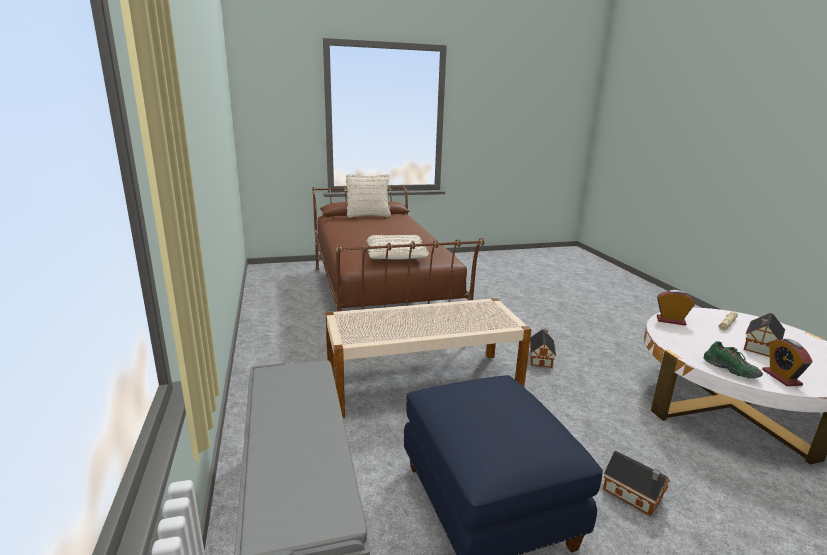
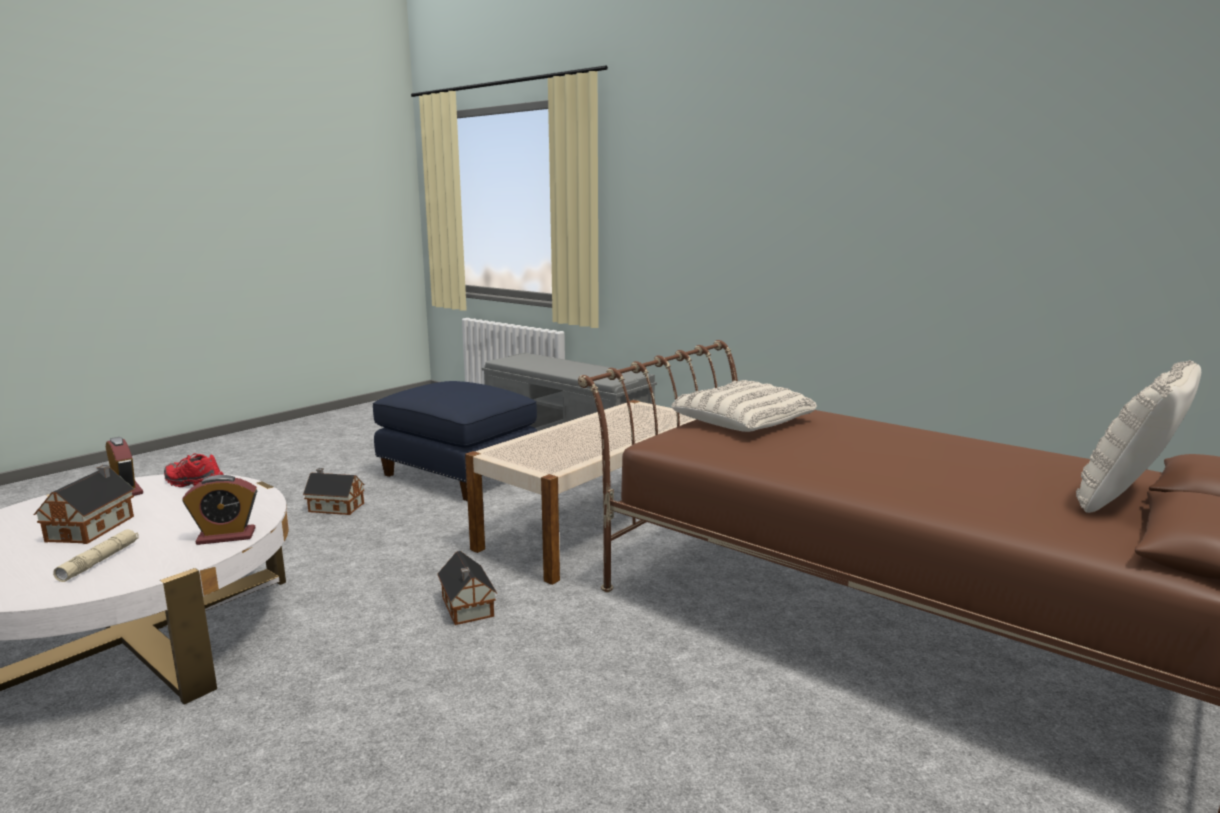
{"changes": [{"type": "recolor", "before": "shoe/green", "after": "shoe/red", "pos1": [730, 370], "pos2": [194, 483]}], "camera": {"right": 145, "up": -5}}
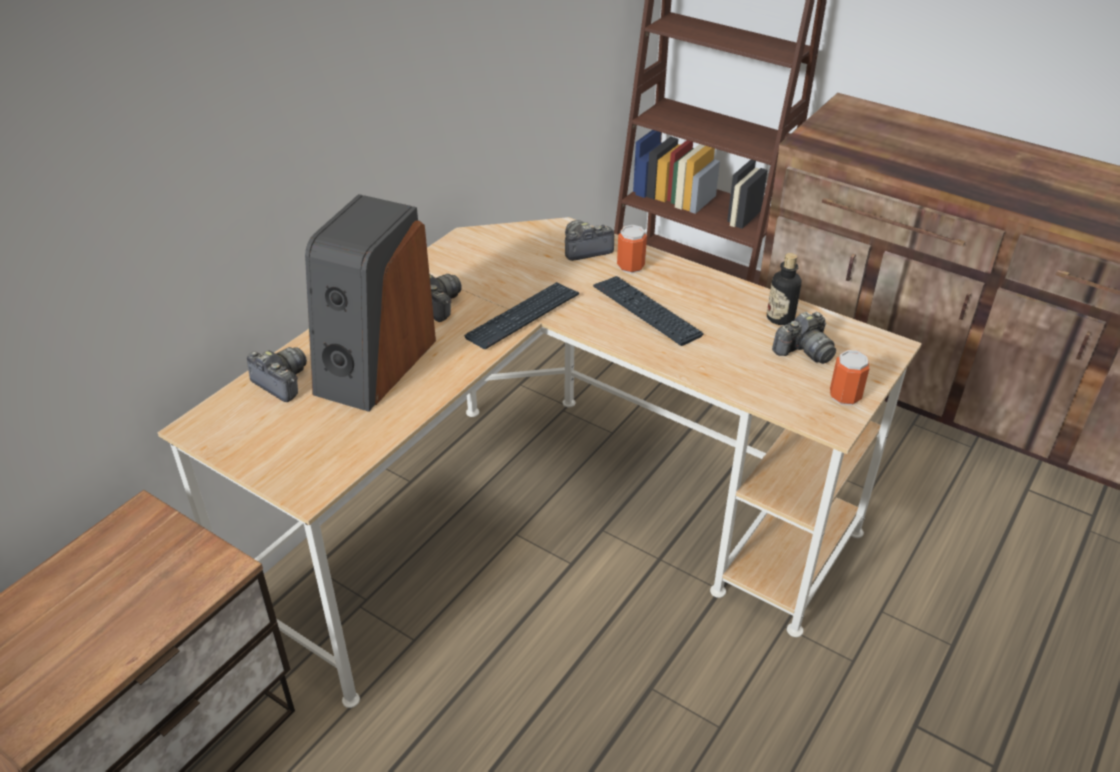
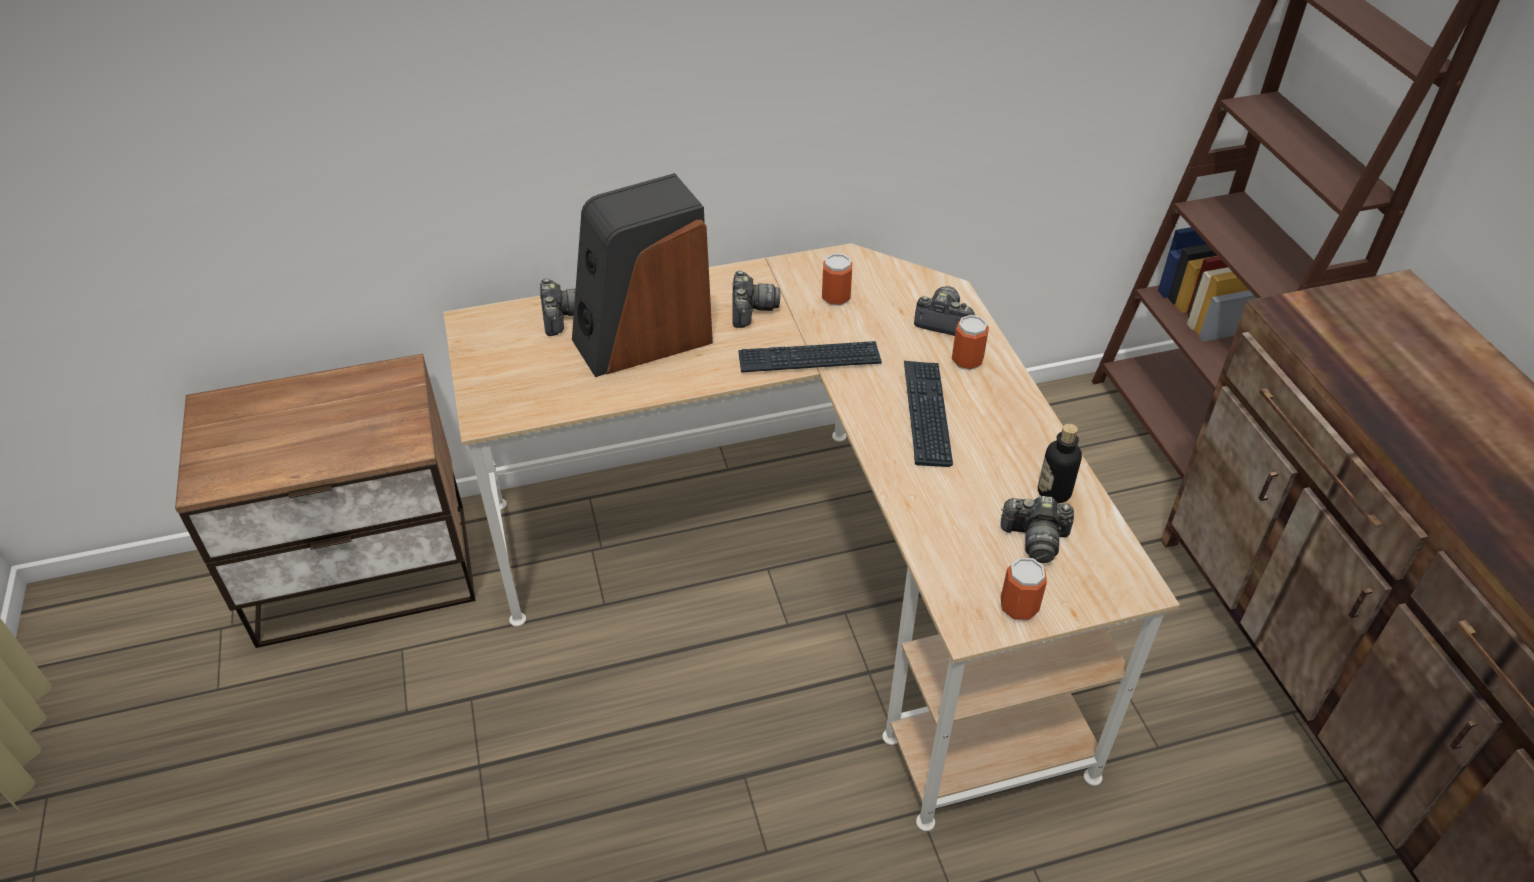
{"changes": [{"type": "insert", "after": "can", "pos2": [836, 297]}], "camera": {"right": 40, "up": 5}}
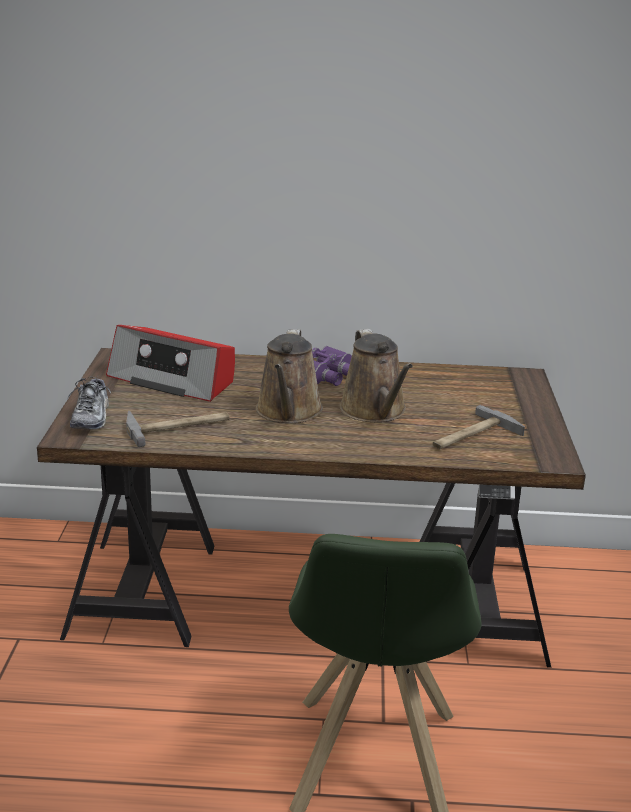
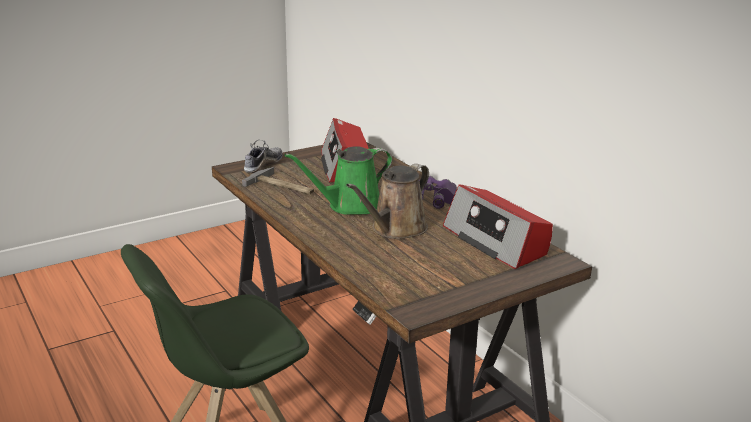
{"changes": [{"type": "rotate", "before": "shoe", "pos1": [91, 418], "pos2": [263, 165], "turn": 150}, {"type": "recolor", "before": "watering can/brown", "after": "watering can/green", "pos1": [288, 412], "pos2": [350, 206]}, {"type": "delete", "before": "hammer", "pos1": [472, 436]}, {"type": "insert", "after": "radio", "pos2": [496, 241]}], "camera": {"right": 55, "up": 0}}
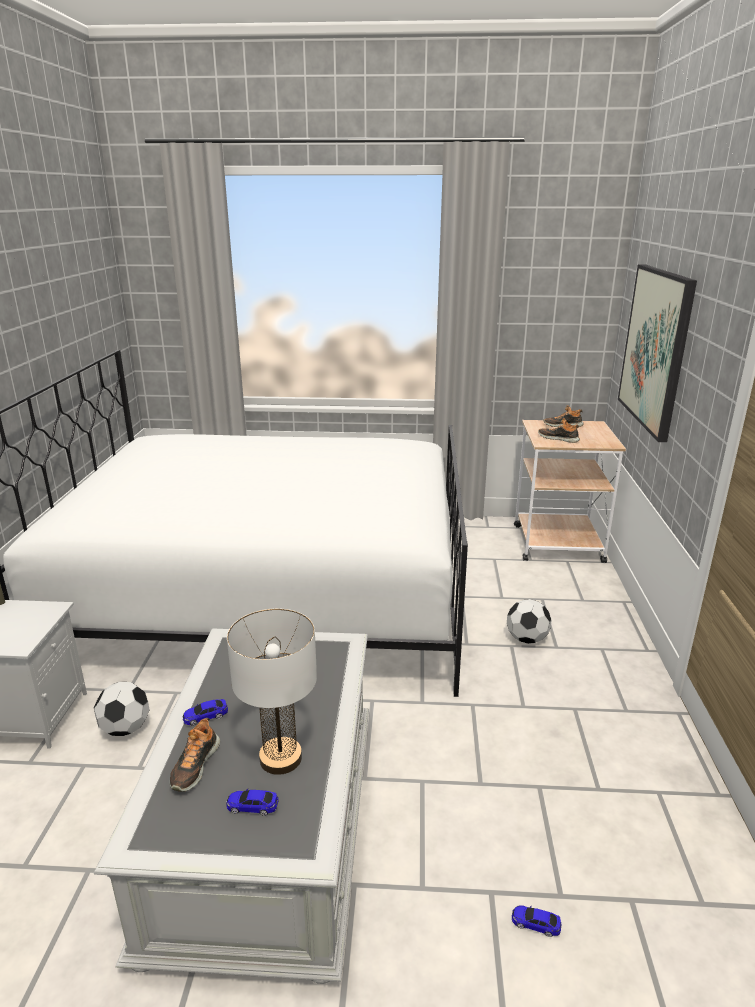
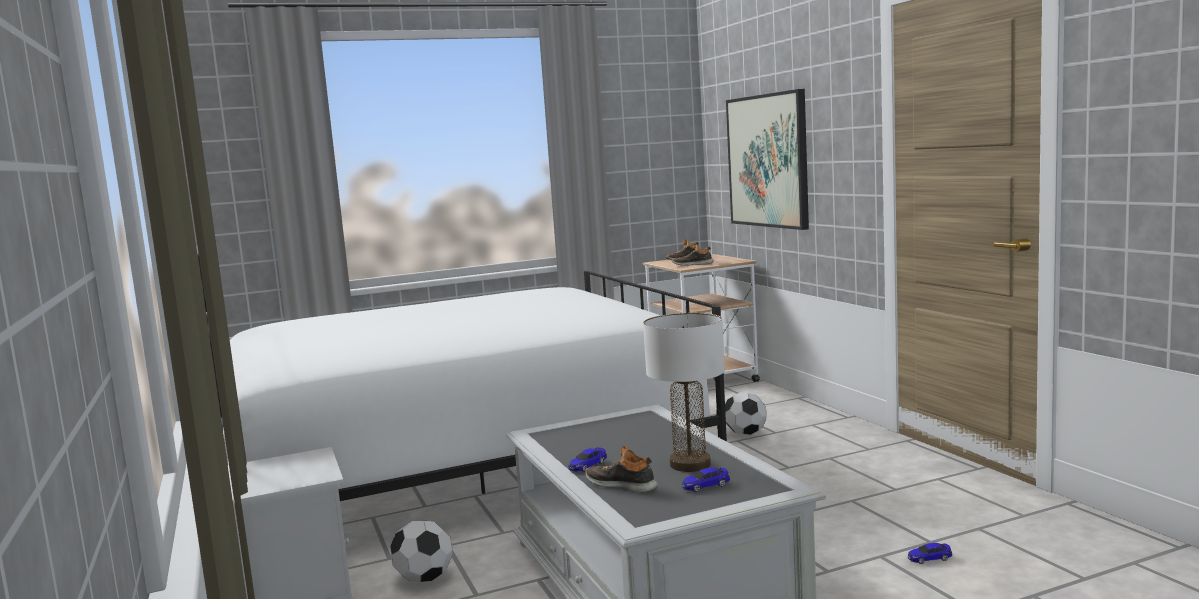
{"changes": [{"type": "rotate", "before": "shoe", "pos1": [194, 765], "pos2": [622, 485], "turn": 135}], "camera": {"right": -25, "up": -15}}
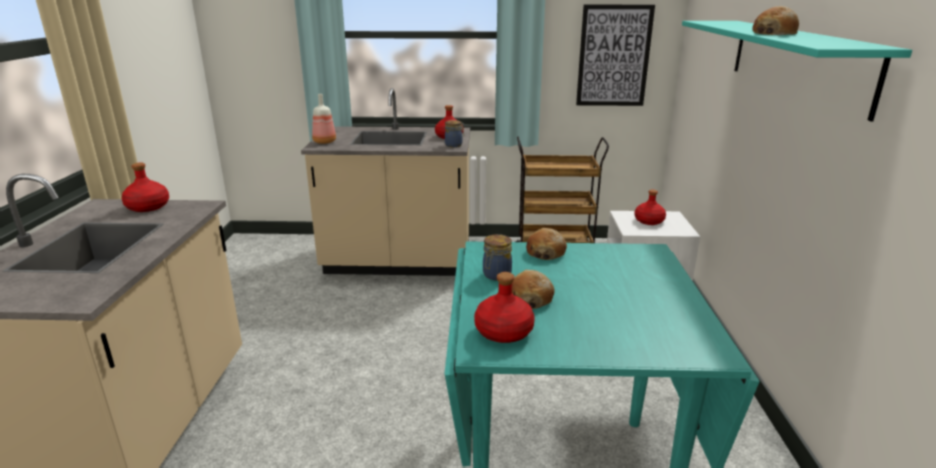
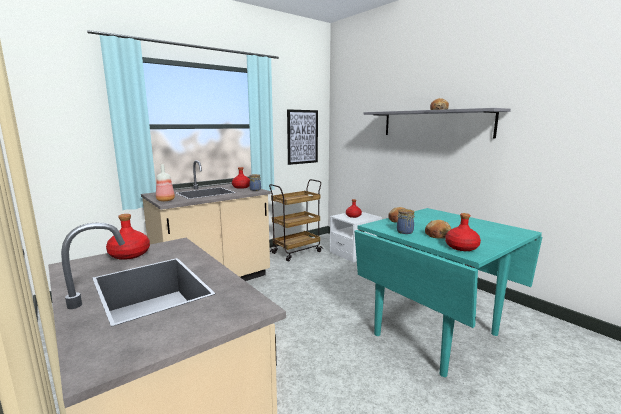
{"changes": [{"type": "recolor", "before": "shelf/turquoise", "after": "shelf/grey", "pos1": [796, 61], "pos2": [434, 123]}], "camera": {"right": -40, "up": -10}}
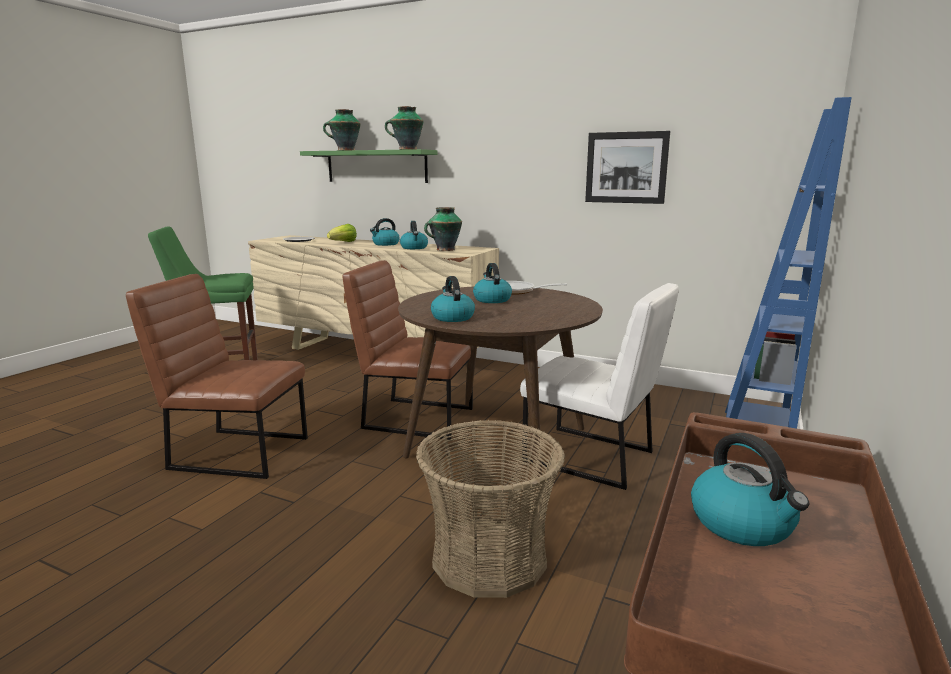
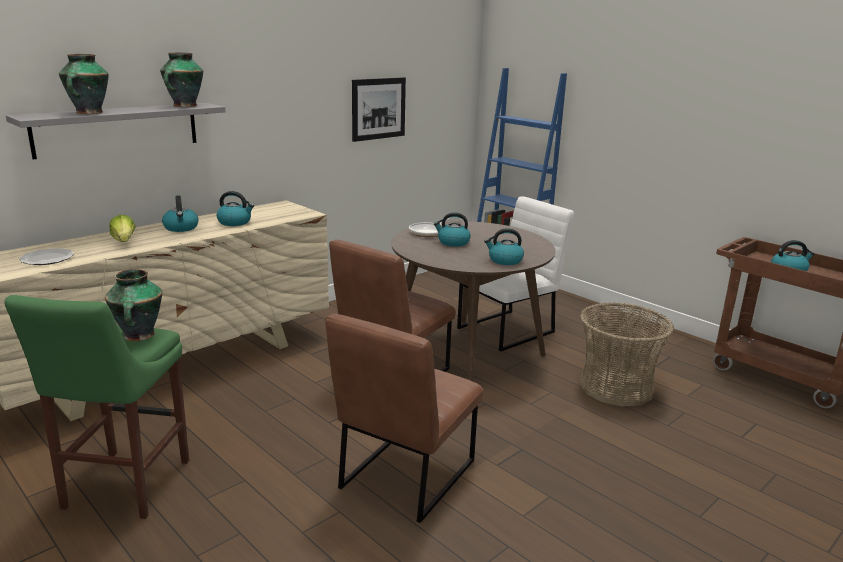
{"changes": [{"type": "recolor", "before": "shelf/green", "after": "shelf/grey", "pos1": [376, 166], "pos2": [117, 129]}, {"type": "move", "before": "vase", "pos1": [444, 250], "pos2": [138, 336]}], "camera": {"right": -70, "up": 5}}
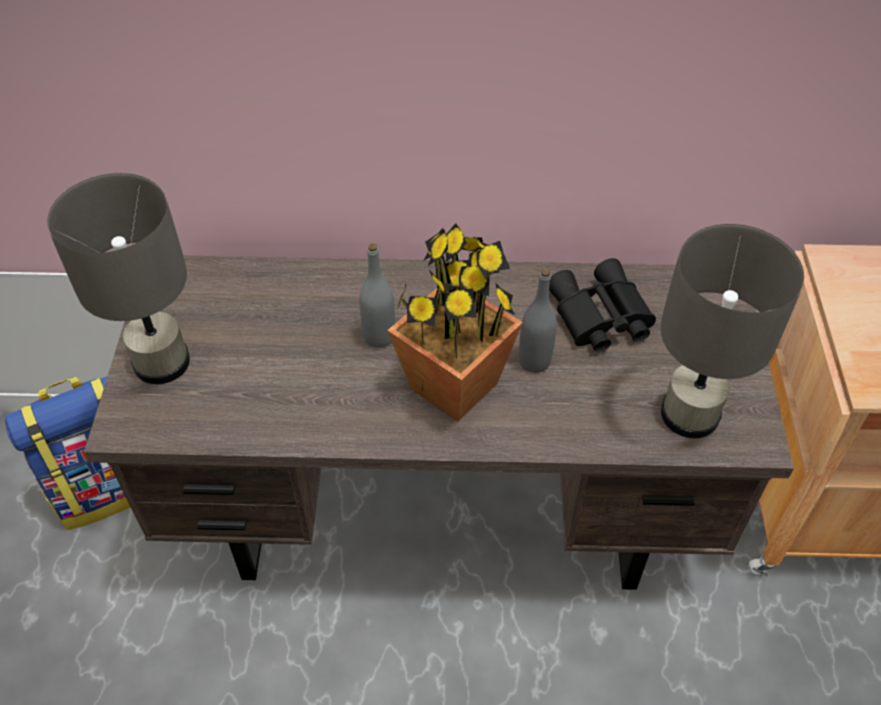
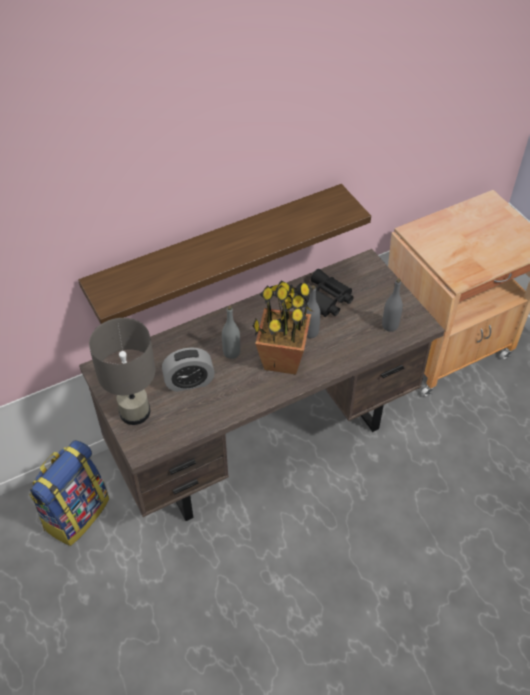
{"changes": [{"type": "replace", "before": "table lamp/grey", "after": "bottle/grey", "pos1": [689, 413], "pos2": [390, 326]}, {"type": "insert", "after": "shelf", "pos2": [218, 249]}, {"type": "insert", "after": "alarm clock", "pos2": [189, 382]}], "camera": {"right": -30, "up": 0}}
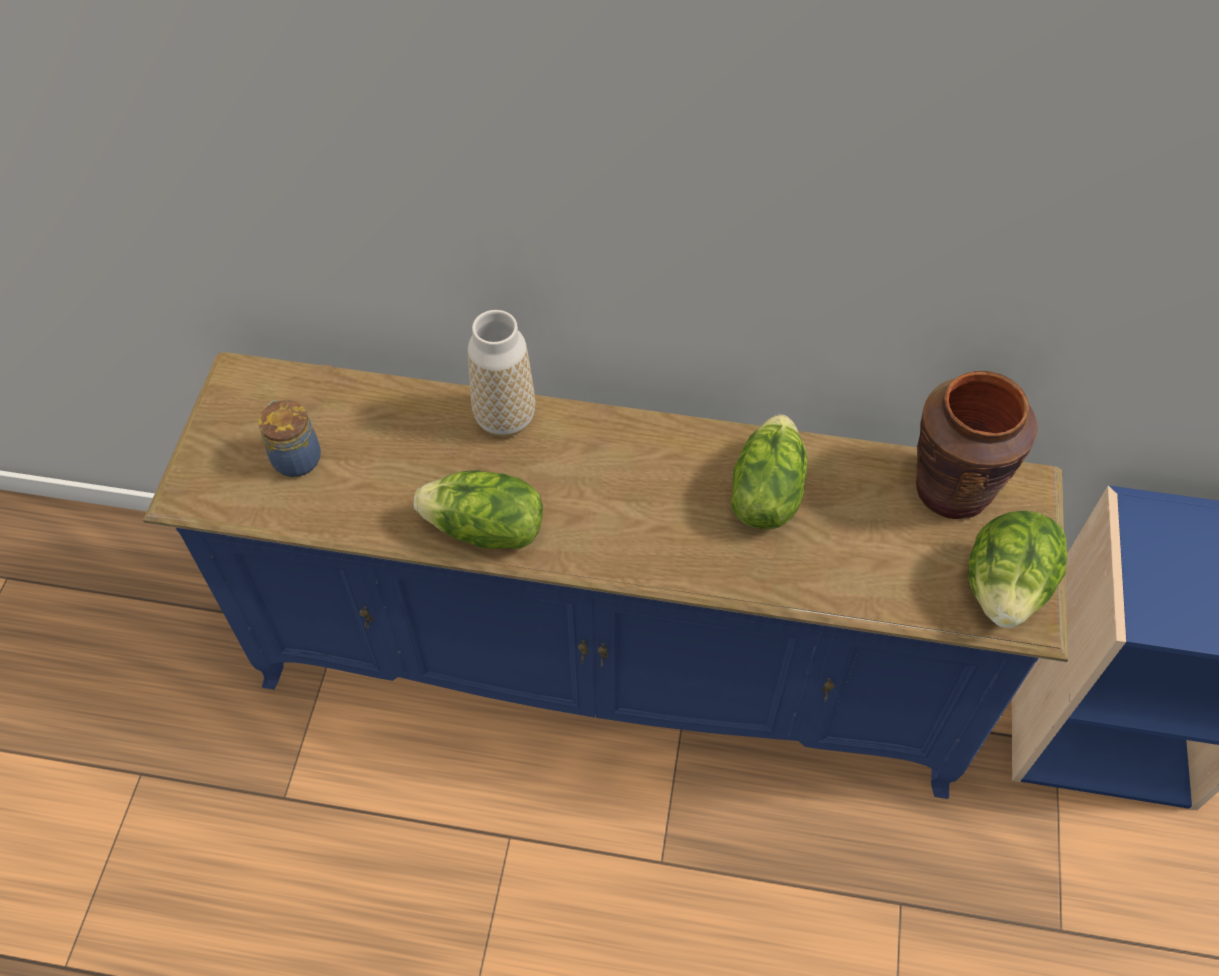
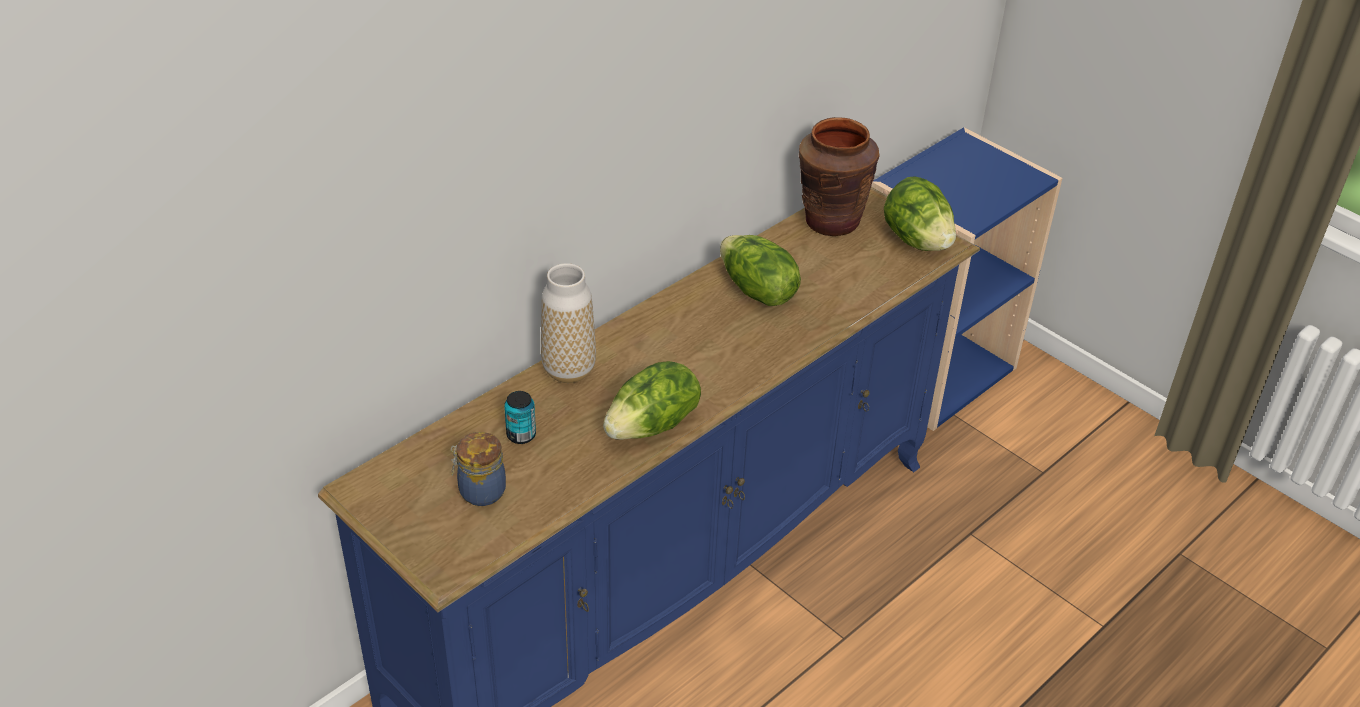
{"changes": [{"type": "insert", "after": "can", "pos2": [521, 435]}], "camera": {"right": -55, "up": -15}}
